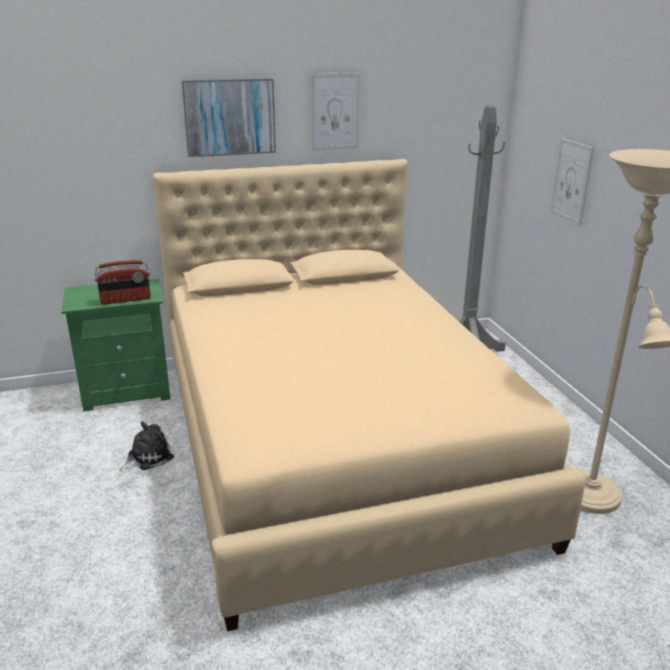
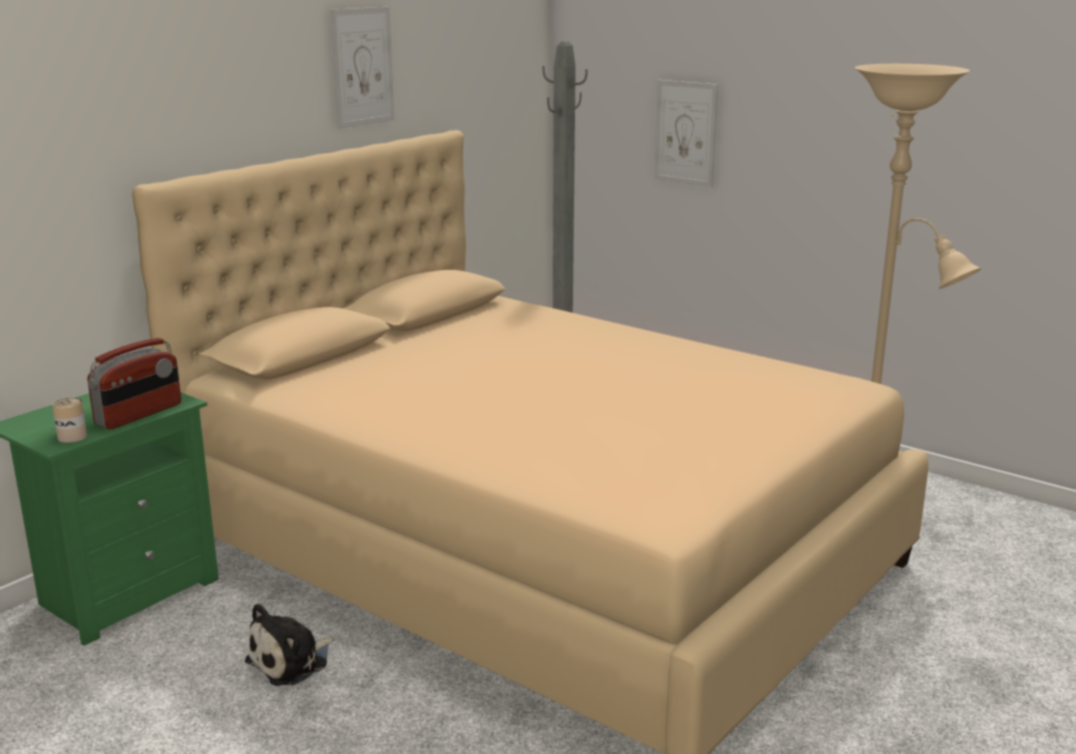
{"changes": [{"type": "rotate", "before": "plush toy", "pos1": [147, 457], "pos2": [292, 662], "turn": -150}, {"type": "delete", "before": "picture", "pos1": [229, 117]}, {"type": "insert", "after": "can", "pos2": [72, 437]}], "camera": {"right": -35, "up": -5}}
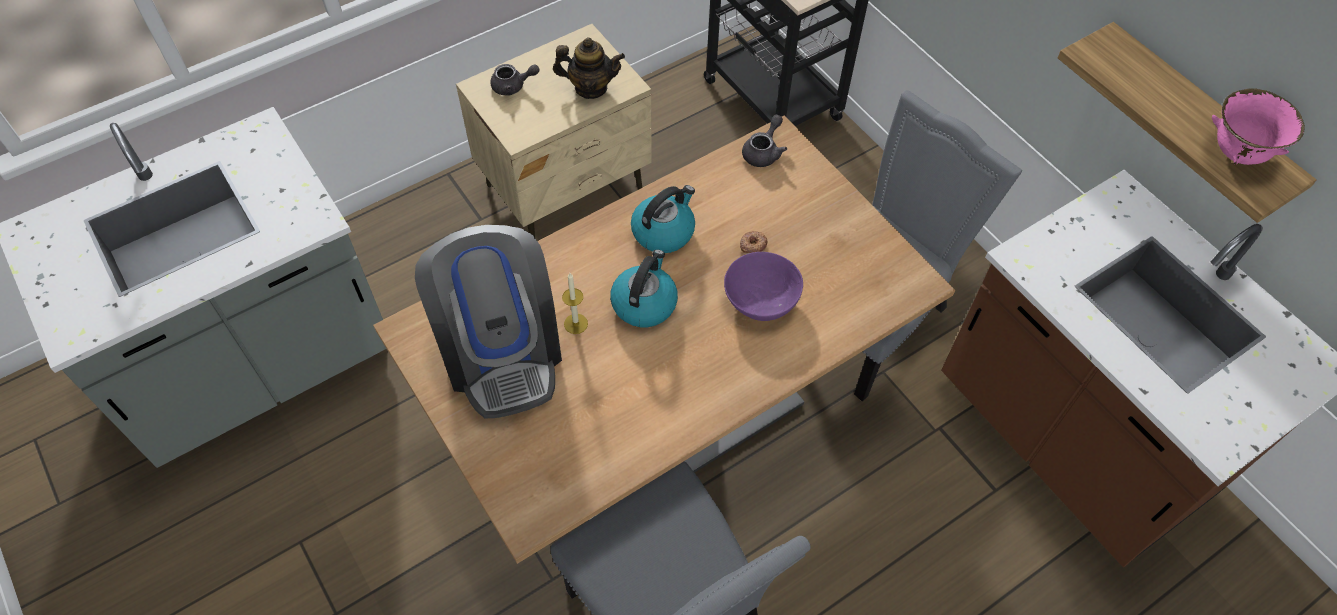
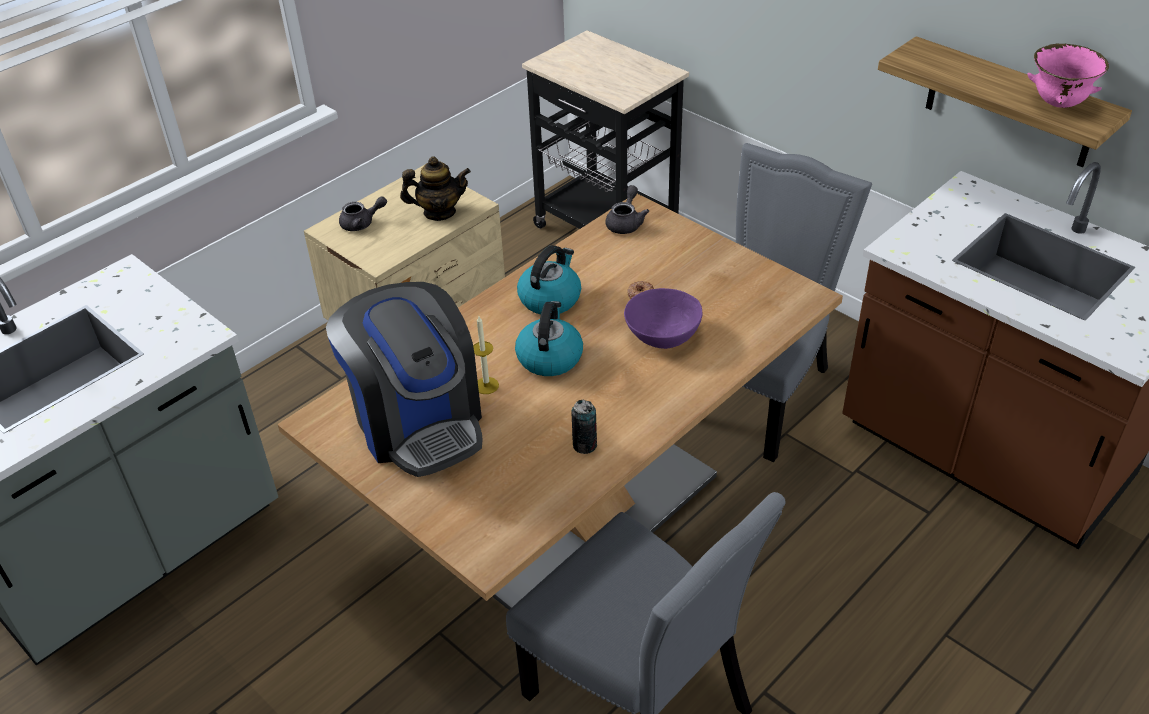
{"changes": [{"type": "insert", "after": "can", "pos2": [584, 445]}], "camera": {"right": -10, "up": -15}}
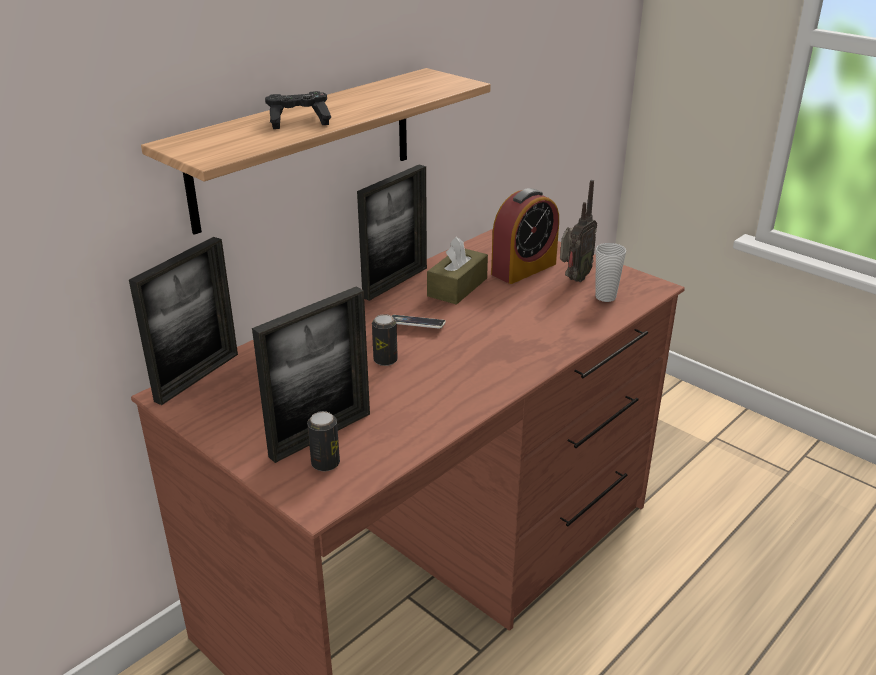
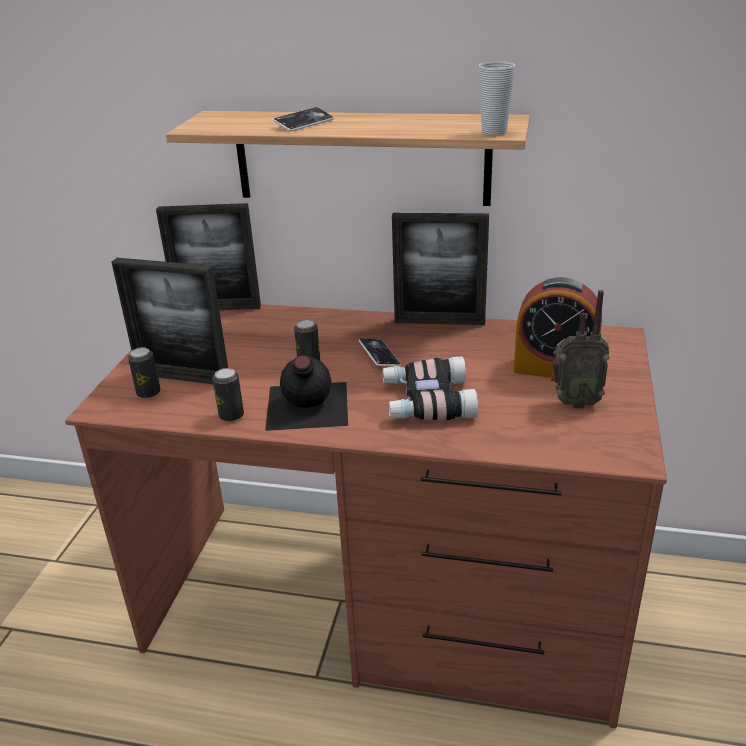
{"changes": [{"type": "replace", "before": "game controller/black", "after": "phone", "pos1": [299, 121], "pos2": [304, 123]}, {"type": "delete", "before": "tissue box/brown", "pos1": [457, 287]}, {"type": "move", "before": "cup", "pos1": [605, 297], "pos2": [494, 132]}, {"type": "insert", "after": "can", "pos2": [231, 415]}, {"type": "insert", "after": "bottle/black", "pos2": [306, 406]}, {"type": "insert", "after": "binoculars", "pos2": [426, 401]}], "camera": {"right": 60, "up": 0}}
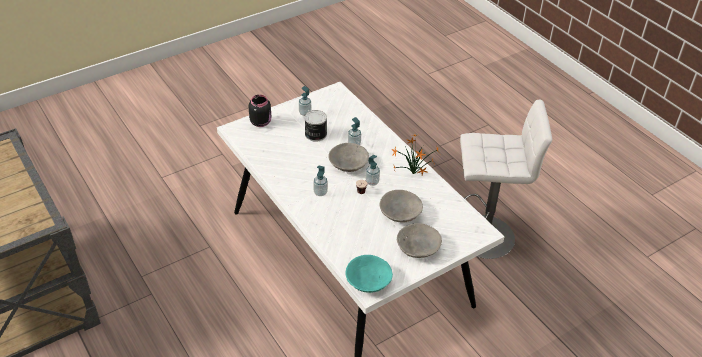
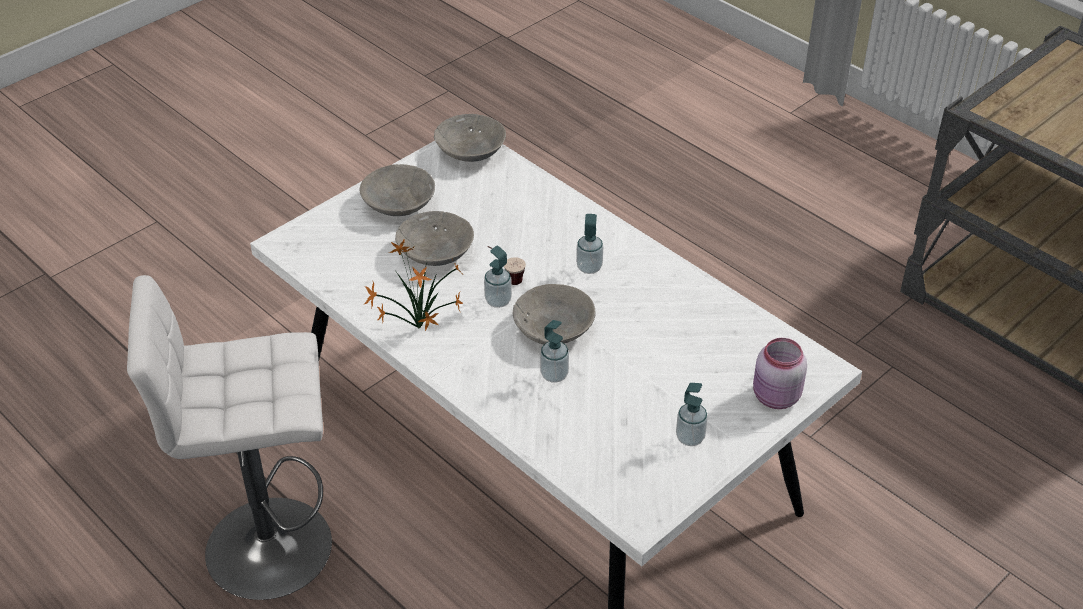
{"changes": [{"type": "recolor", "before": "jar/black", "after": "jar/pink", "pos1": [261, 122], "pos2": [775, 397]}, {"type": "delete", "before": "can", "pos1": [315, 134]}, {"type": "recolor", "before": "bowl/turquoise", "after": "bowl/grey", "pos1": [368, 281], "pos2": [471, 151]}], "camera": {"right": 170, "up": 0}}
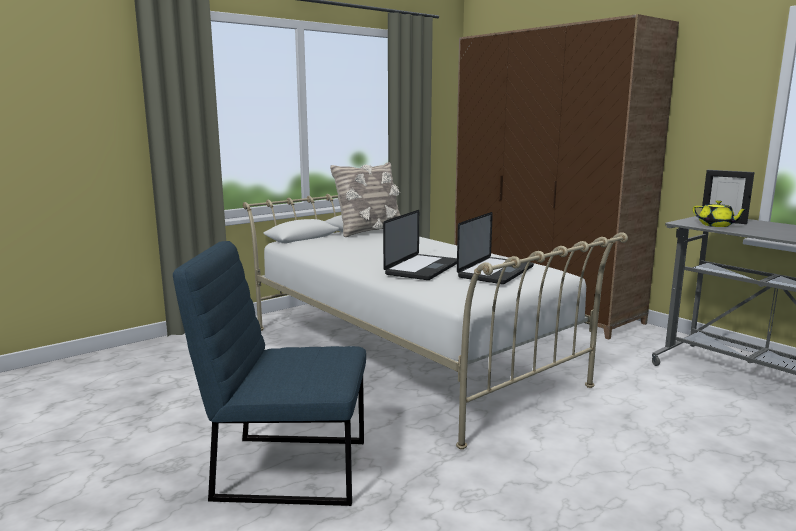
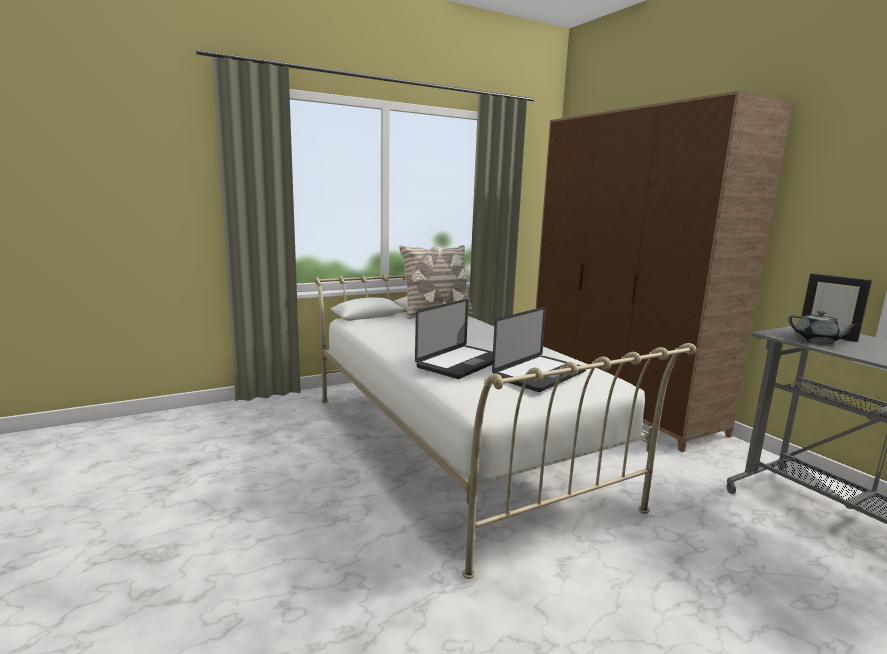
{"changes": [{"type": "delete", "before": "chair/blue", "pos1": [287, 468]}, {"type": "recolor", "before": "teapot/yellow", "after": "teapot/grey", "pos1": [716, 225], "pos2": [816, 341]}], "camera": {"right": 10, "up": 0}}
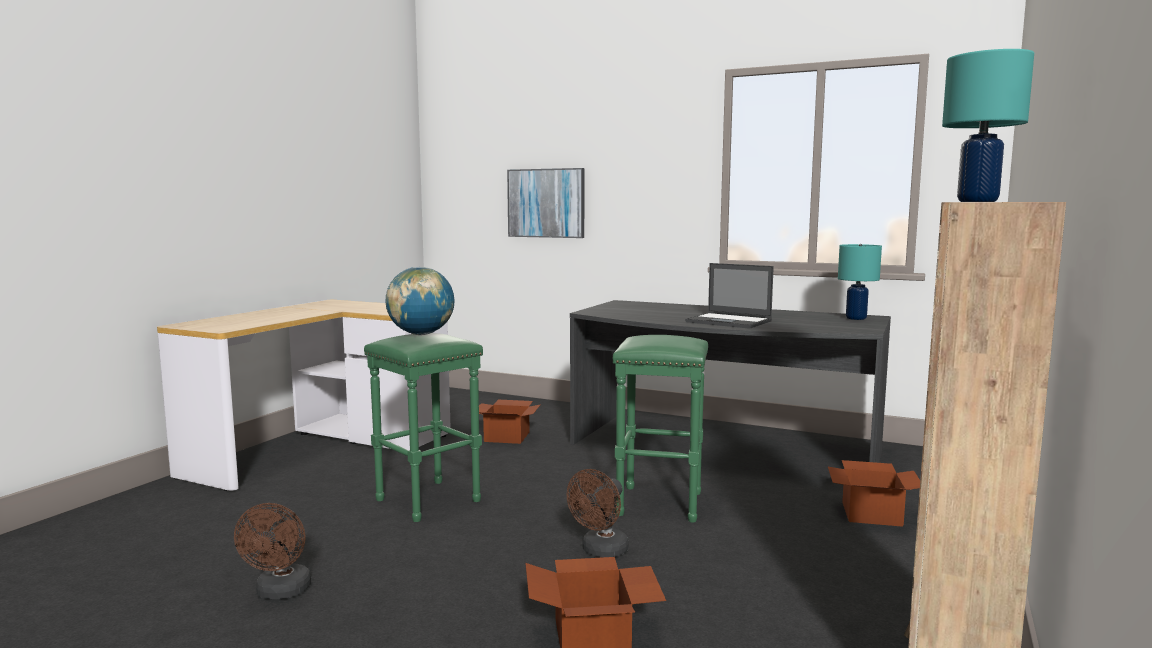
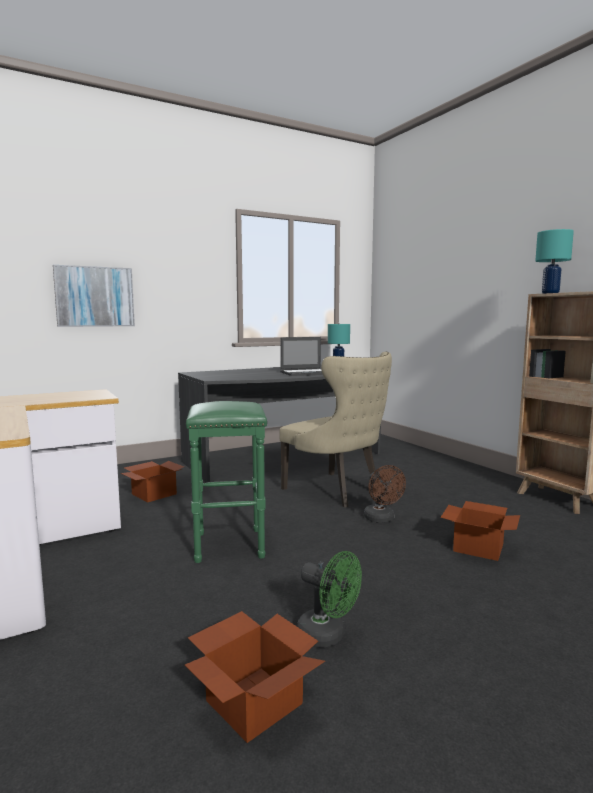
{"changes": [{"type": "recolor", "before": "fan/brown", "after": "fan/green", "pos1": [280, 592], "pos2": [328, 636]}, {"type": "delete", "before": "globe", "pos1": [421, 334]}, {"type": "replace", "before": "stool/green", "after": "chair/beige", "pos1": [657, 504], "pos2": [337, 491]}, {"type": "move", "before": "cardboard box", "pos1": [872, 513], "pos2": [254, 700]}], "camera": {"right": -55, "up": 0}}
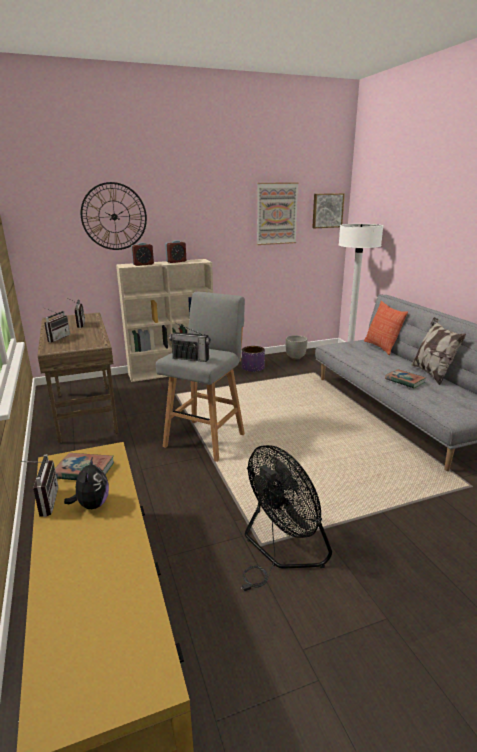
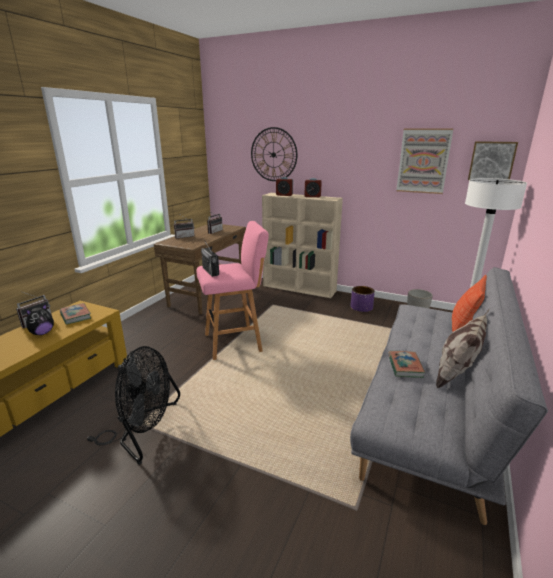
{"changes": [{"type": "recolor", "before": "stool/grey", "after": "stool/pink", "pos1": [206, 439], "pos2": [235, 342]}], "camera": {"right": 45, "up": 0}}
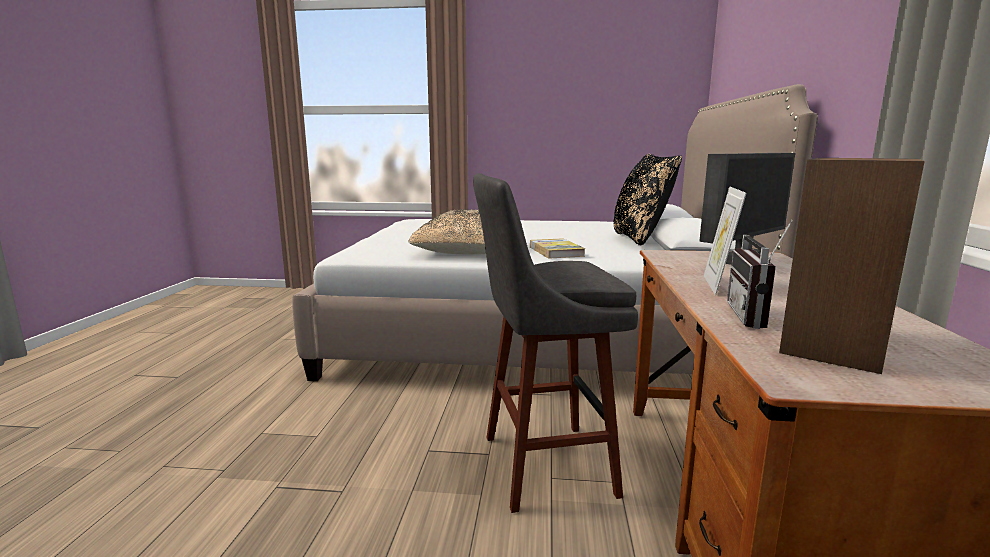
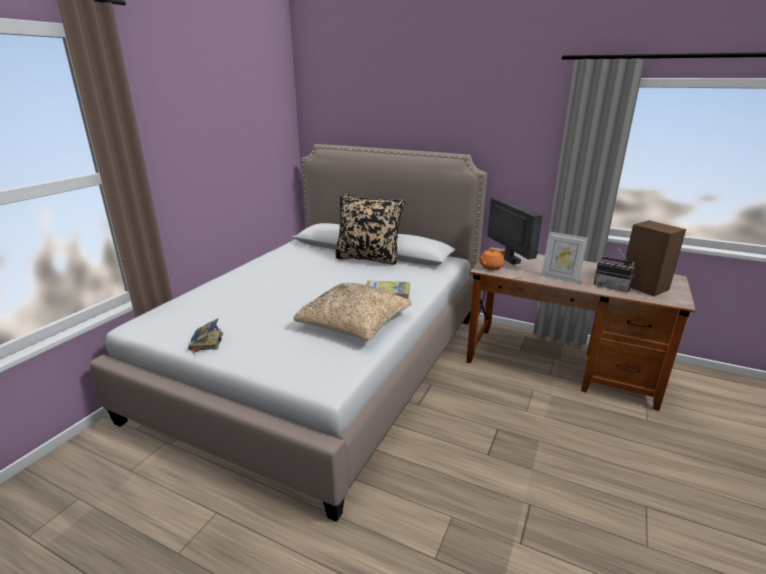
{"changes": [{"type": "delete", "before": "stool/grey", "pos1": [541, 465]}, {"type": "insert", "after": "book", "pos2": [206, 342]}, {"type": "insert", "after": "teapot/orange", "pos2": [490, 267]}], "camera": {"right": -70, "up": 10}}
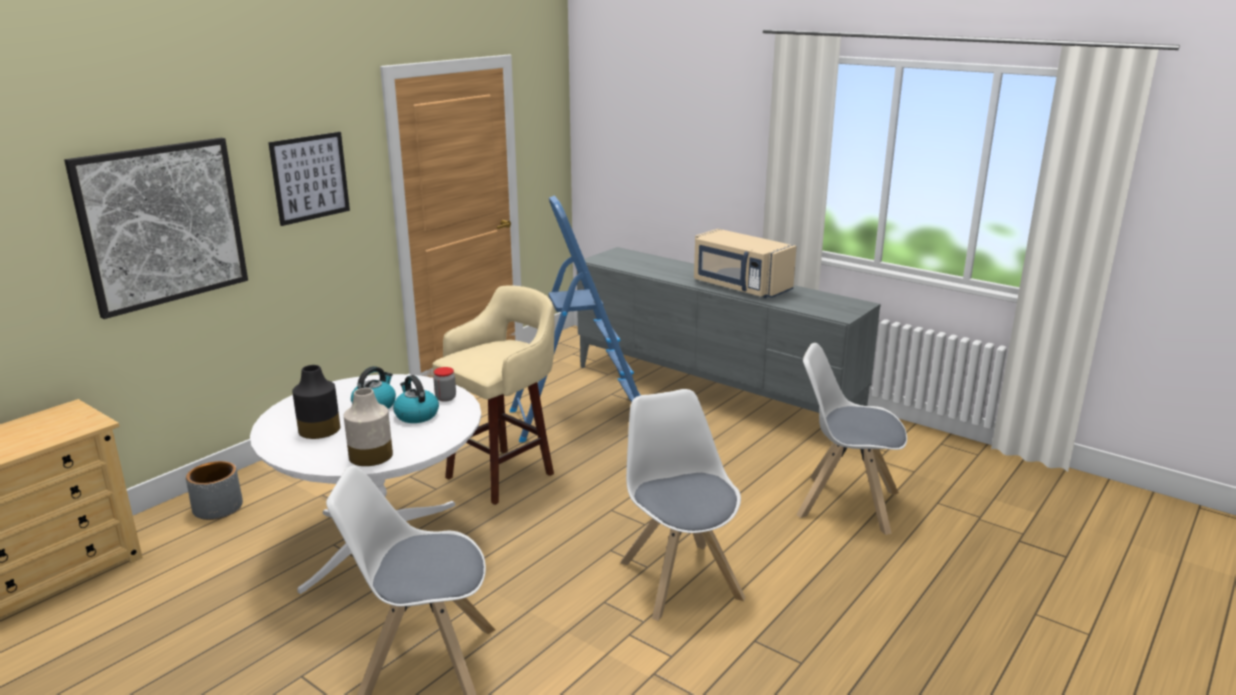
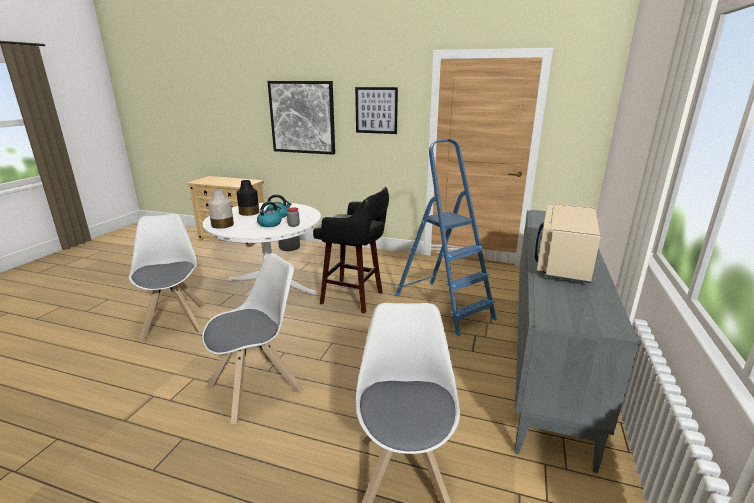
{"changes": [{"type": "recolor", "before": "stool/beige", "after": "stool/black", "pos1": [504, 474], "pos2": [354, 298]}], "camera": {"right": 70, "up": 0}}
